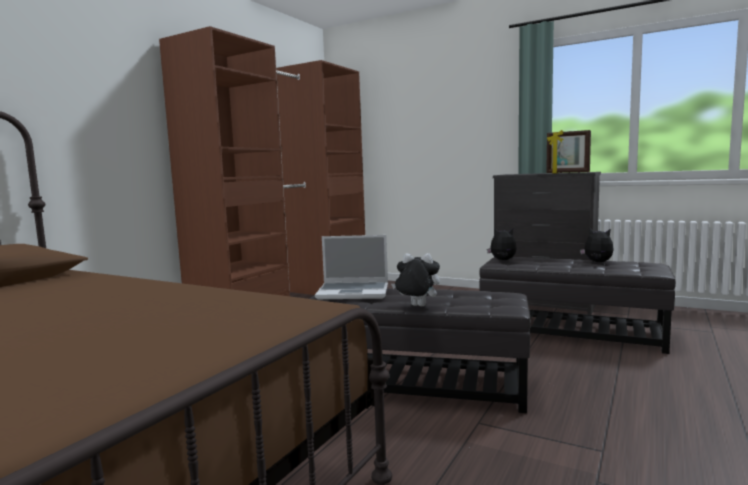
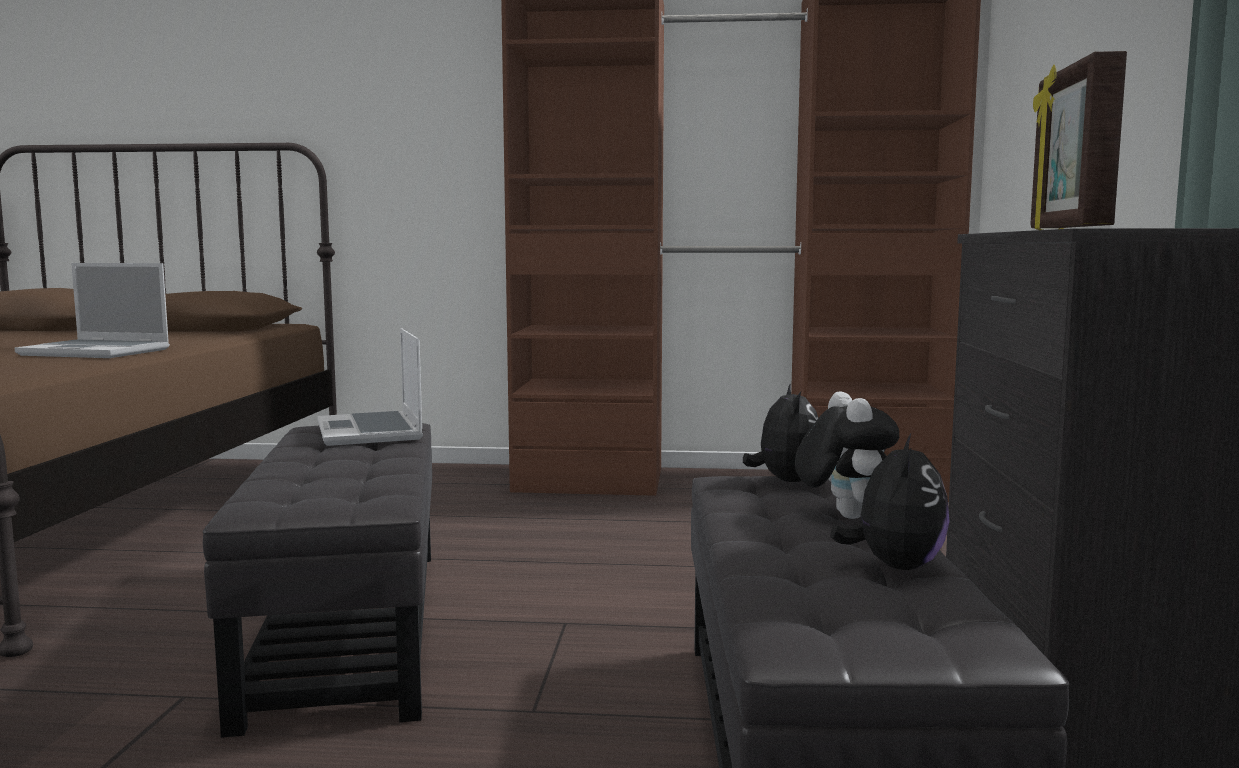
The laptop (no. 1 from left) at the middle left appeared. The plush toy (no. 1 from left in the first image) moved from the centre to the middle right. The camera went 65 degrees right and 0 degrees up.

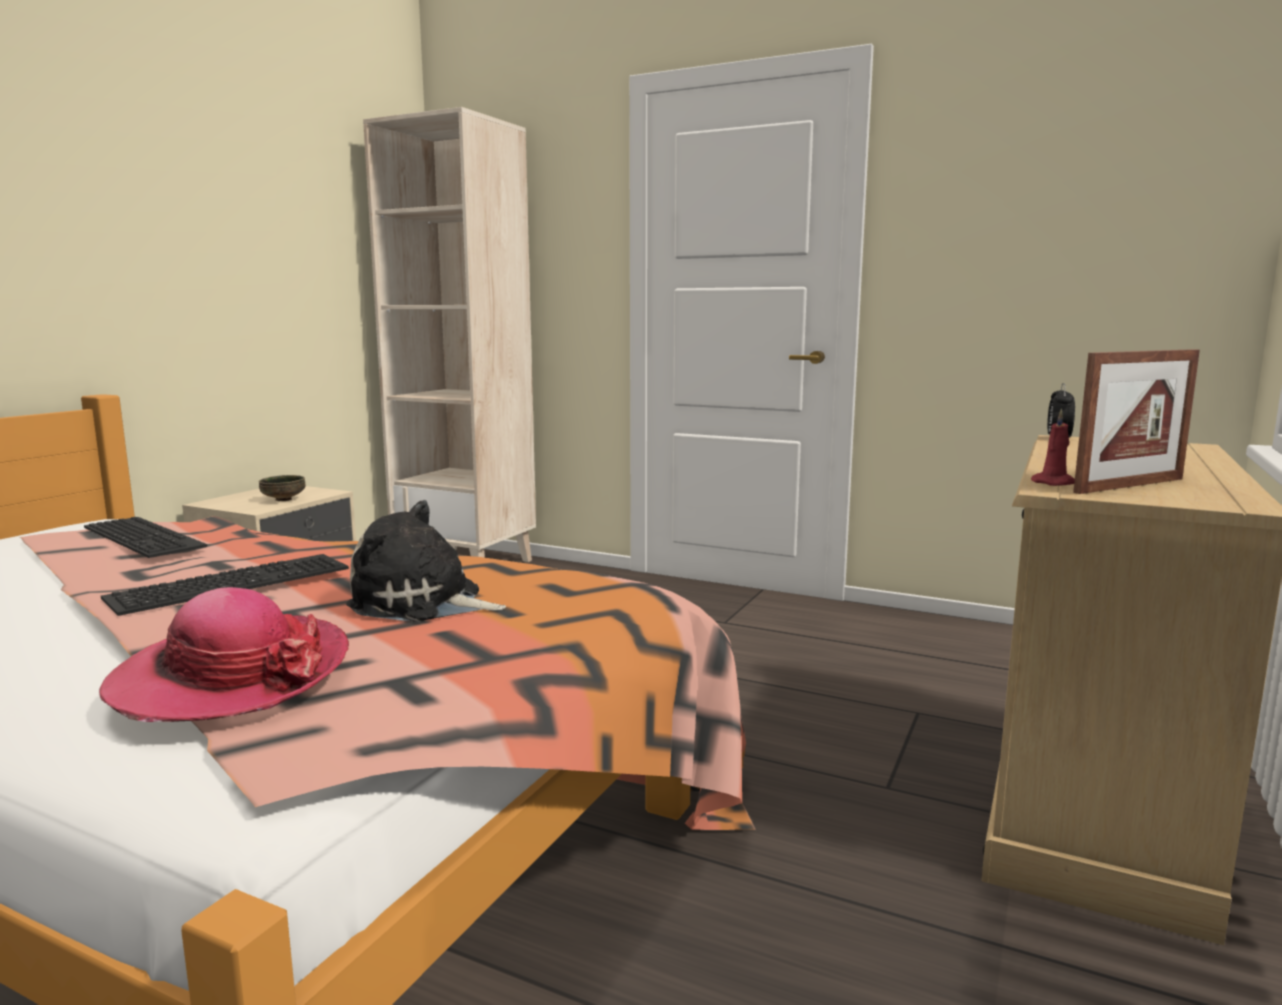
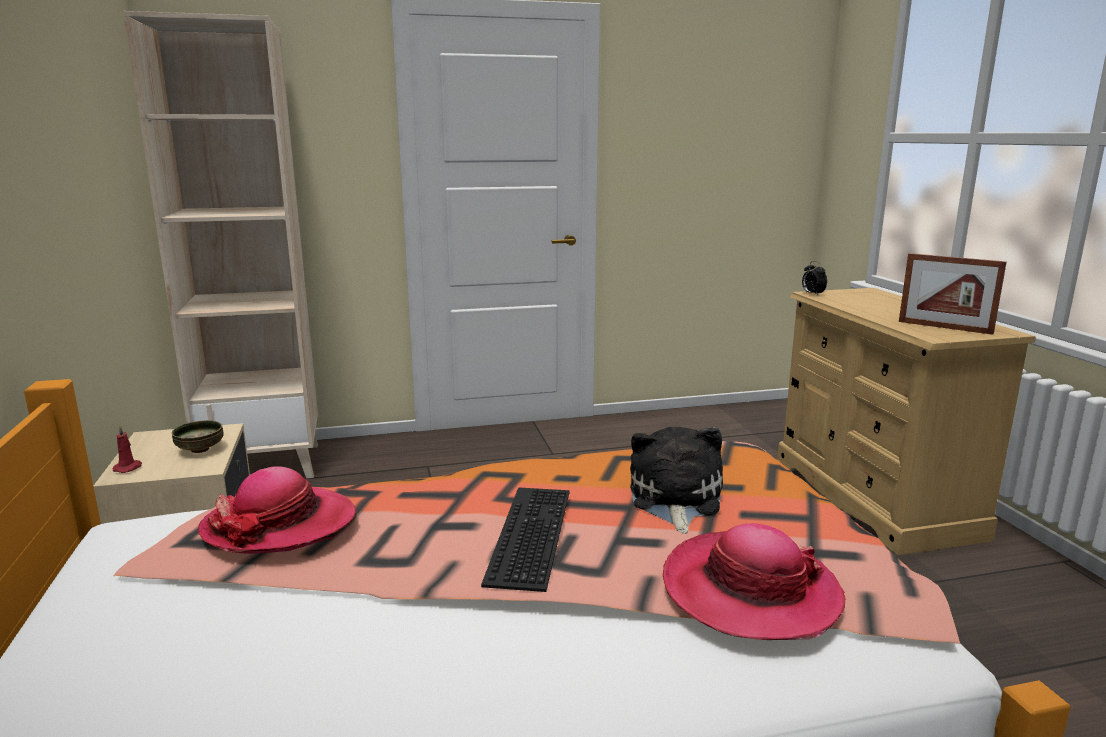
The candle (red) moved from the middle right to the middle left. The keyboard (no. 1 from left) at the middle left was replaced by the hat (no. 1 from left) at the bottom left. The plush toy at the middle left turned 120 degrees clockwise. The picture frame at the middle right turned 105 degrees clockwise. The camera went 40 degrees left and 5 degrees up.

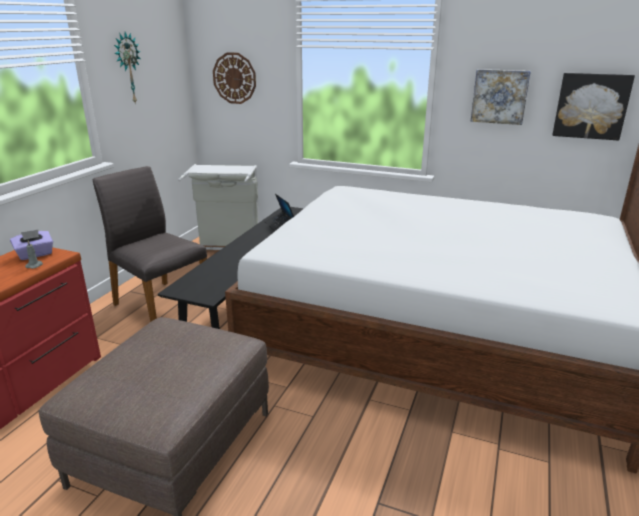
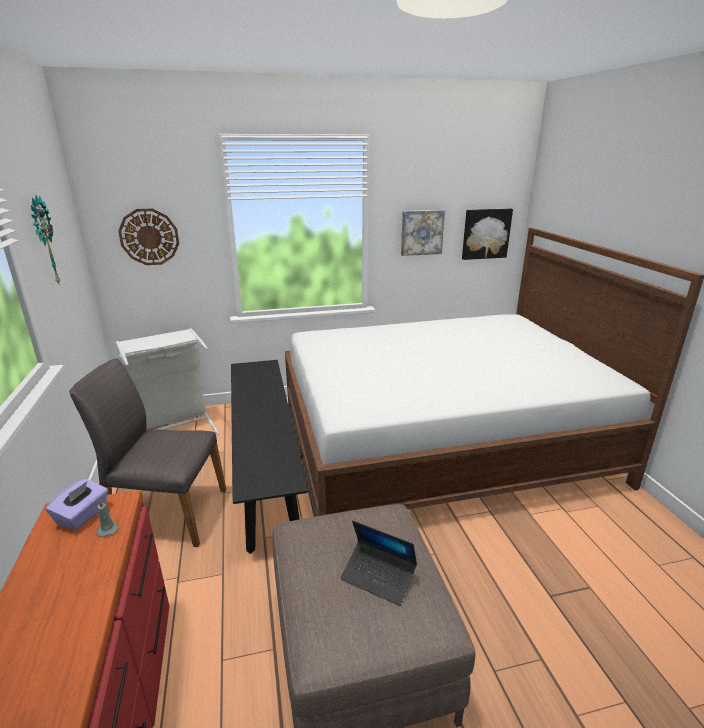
The laptop moved from the centre to the bottom centre. The camera went 35 degrees left and 0 degrees up.

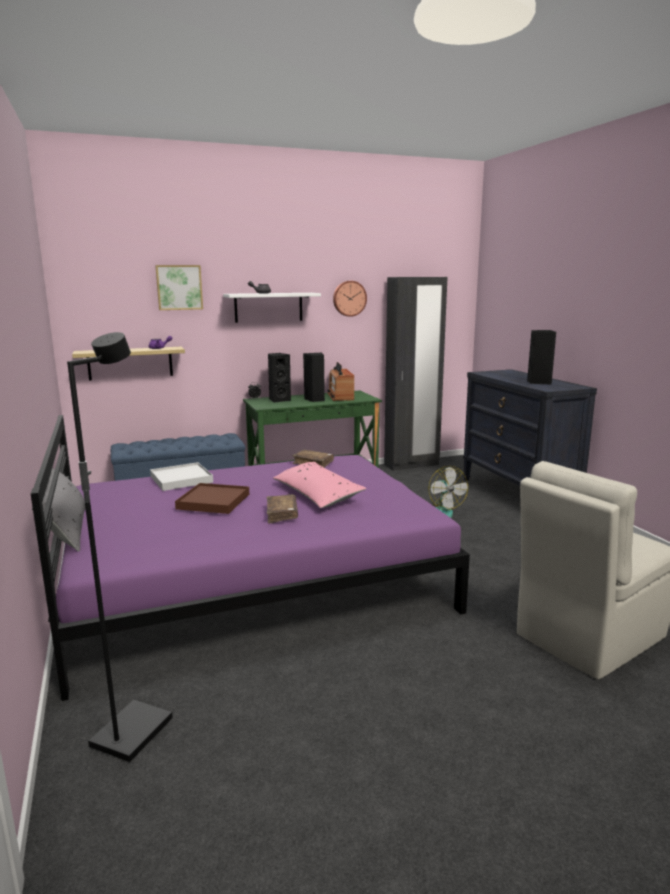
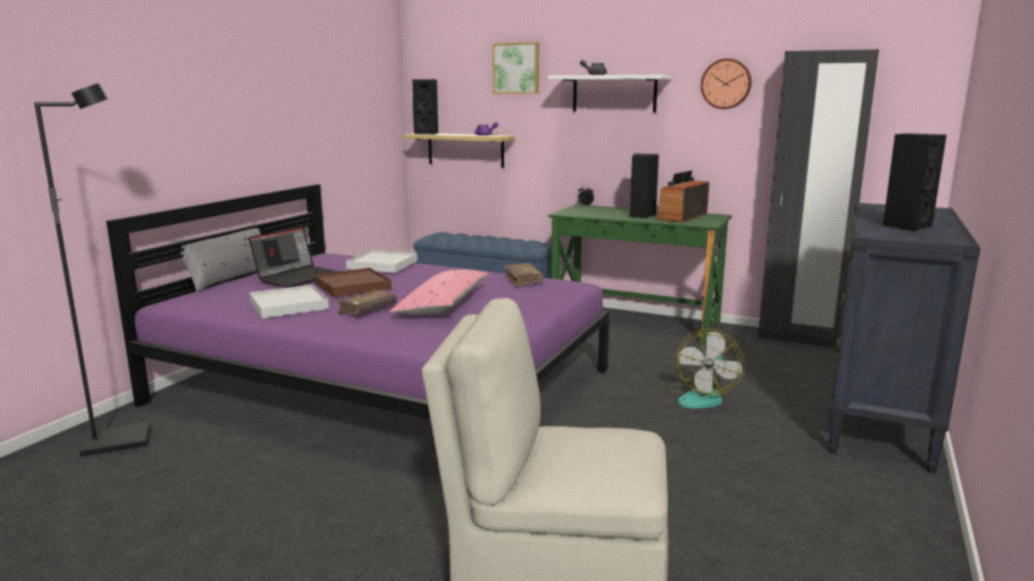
The laptop at the middle left appeared. The tray (white) (no. 1 from left) at the middle left appeared. The speaker (black) (no. 1 from left) moved from the centre to the top centre. The camera went 45 degrees right and 0 degrees up.

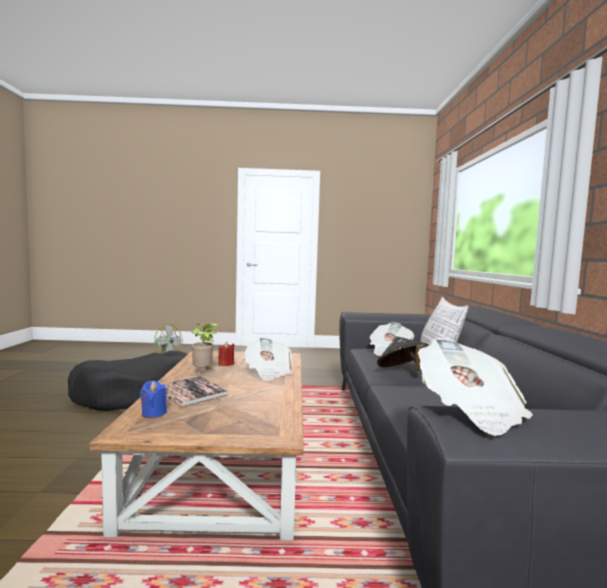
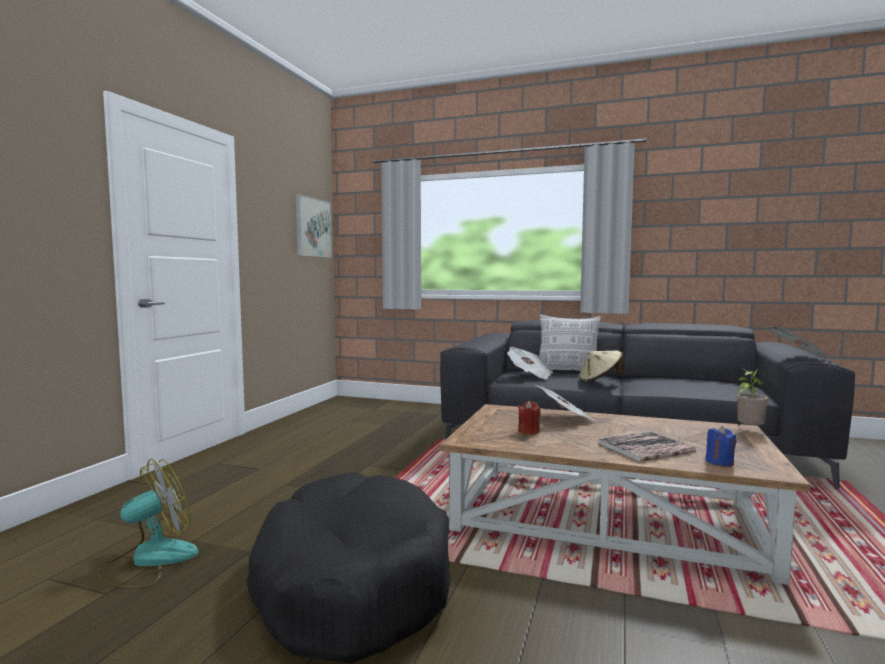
The picture at the centre appeared. The hat (black) at the centre became the hat (beige) at the middle right. The potted plant moved from the centre to the middle right. The camera went 70 degrees left and 0 degrees up.

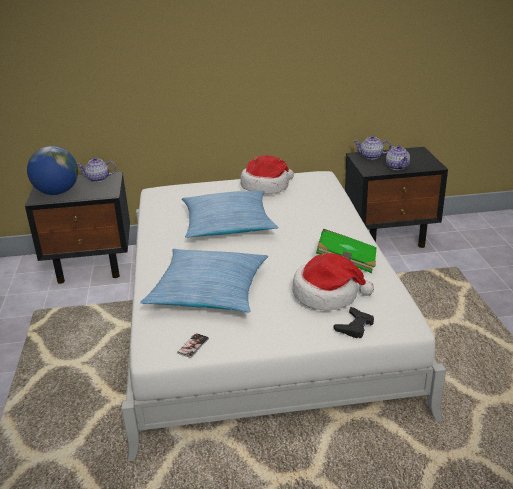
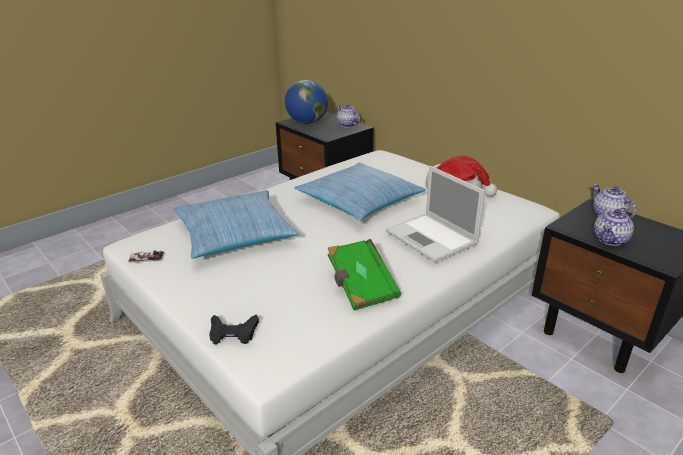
The laptop at the centre appeared. The hat (no. 2 from left) at the centre disappeared. The camera went 55 degrees right and 0 degrees up.

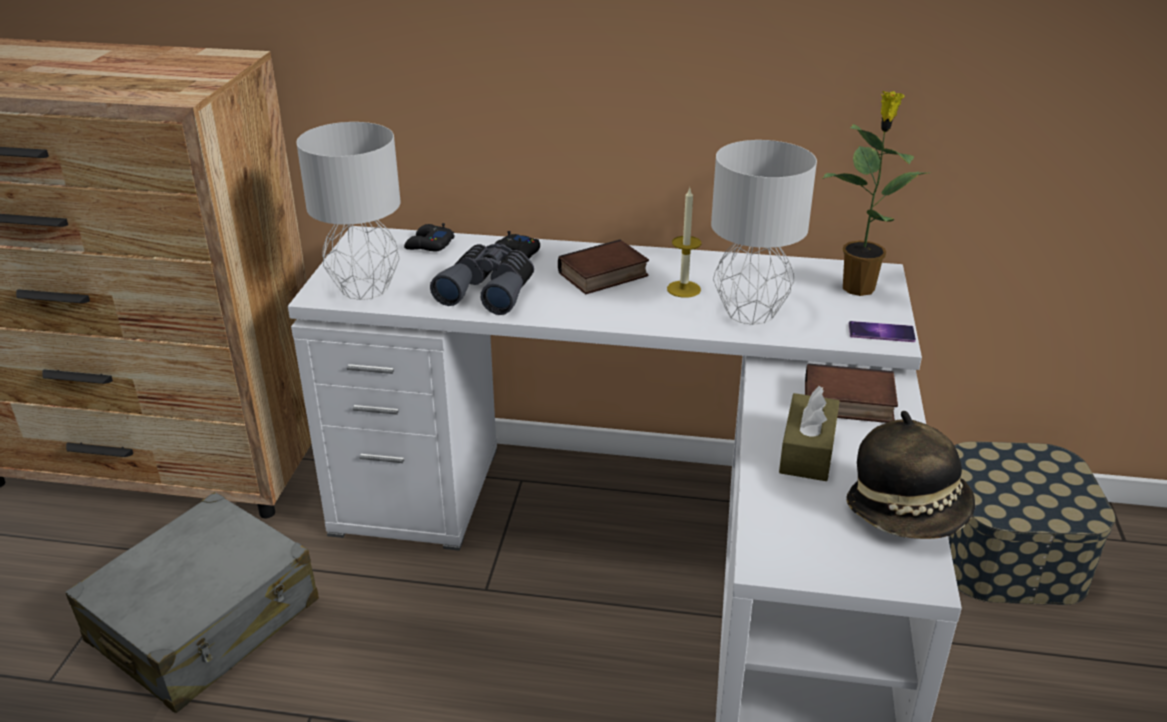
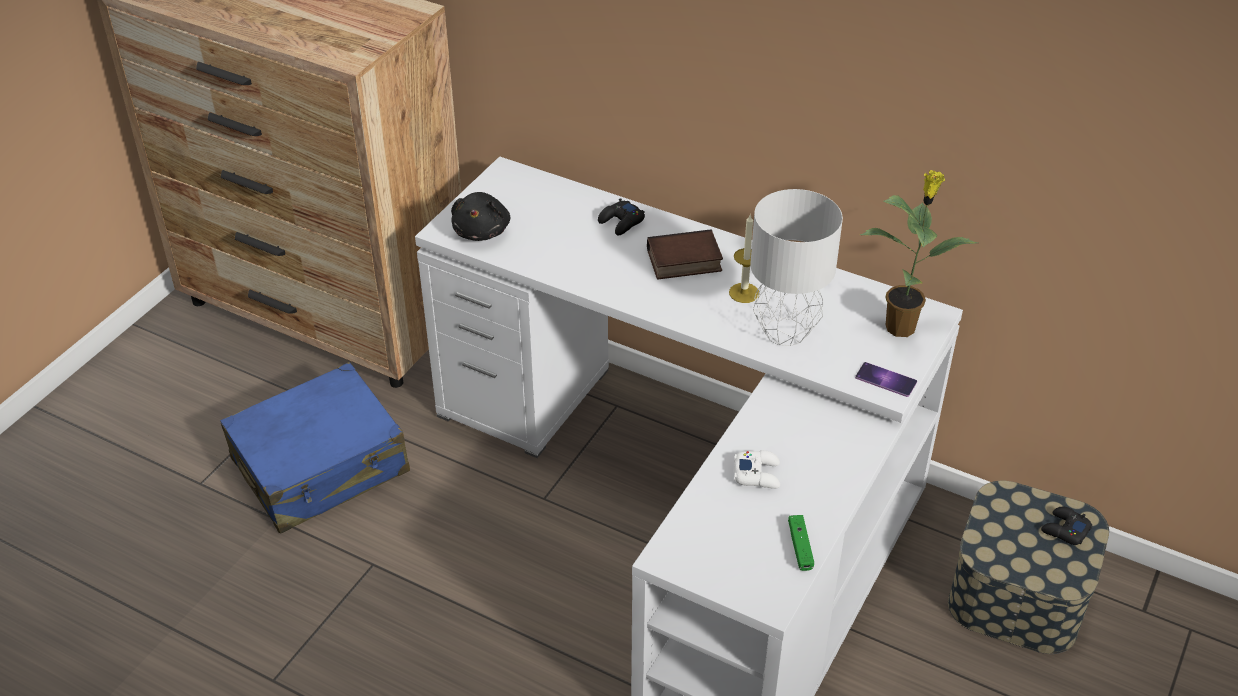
The suitcase (grey) at the bottom left became the suitcase (blue) at the middle left. The table lamp (grey) (no. 1 from left) at the top left was replaced by the plush toy (black) at the top centre. The tissue box (brown) at the middle right was replaced by the game controller (white) at the bottom centre. The hat at the middle right was replaced by the game controller (green) at the bottom centre. The game controller (black) (no. 1 from left in the first image) moved from the top centre to the bottom right. The binoculars (grey) at the centre disappeared. The book (no. 2 from left) at the middle right disappeared. The camera went 20 degrees right and 10 degrees up.

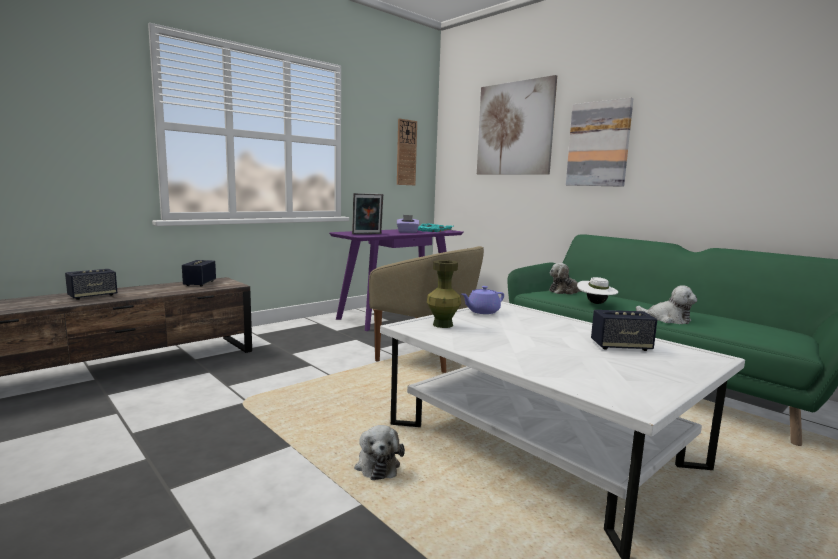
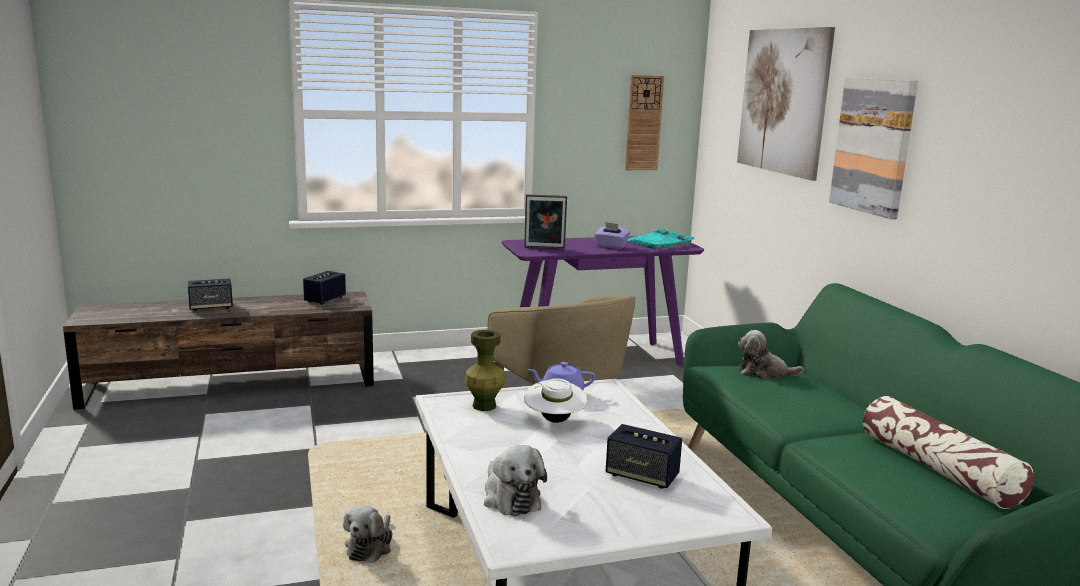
The plush toy (no. 3 from left in the first image) moved from the middle right to the bottom centre. The hat (white) moved from the middle right to the bottom centre. The pillow at the bottom right appeared. The camera went 25 degrees right and 5 degrees up.

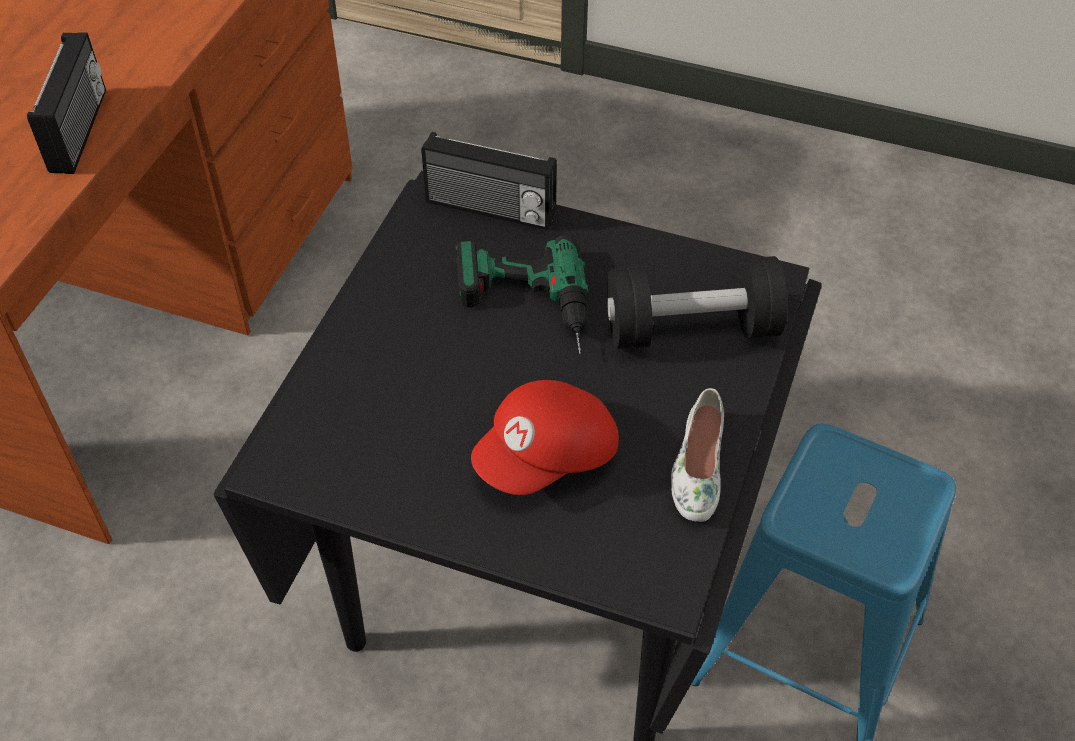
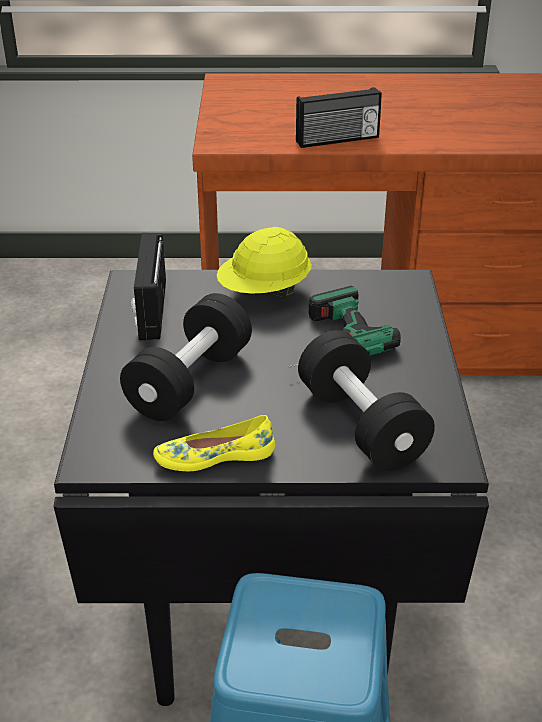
The cap (red) at the centre was replaced by the dumbbell (black) (no. 1 from left) at the centre. The radio (no. 2 from left in the first image) moved from the top centre to the middle left. The shoe (white) at the centre became the shoe (yellow) at the centre. The hard hat (yellow) at the centre appeared. The camera went 70 degrees right and 15 degrees down.

